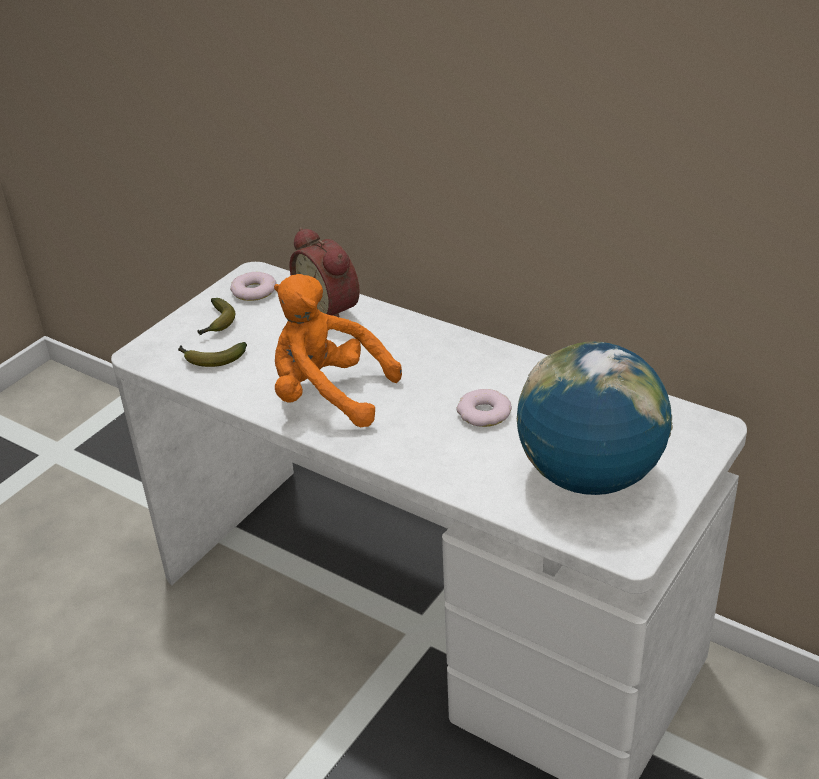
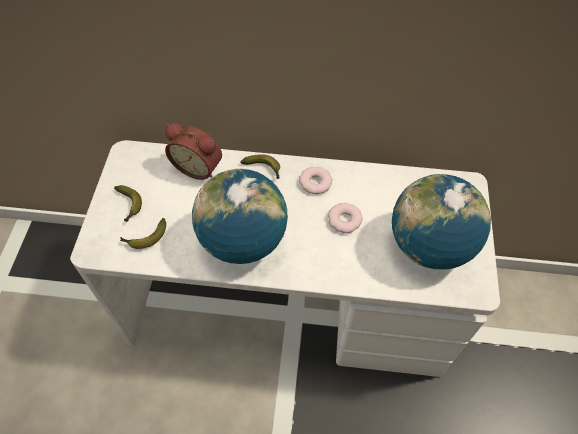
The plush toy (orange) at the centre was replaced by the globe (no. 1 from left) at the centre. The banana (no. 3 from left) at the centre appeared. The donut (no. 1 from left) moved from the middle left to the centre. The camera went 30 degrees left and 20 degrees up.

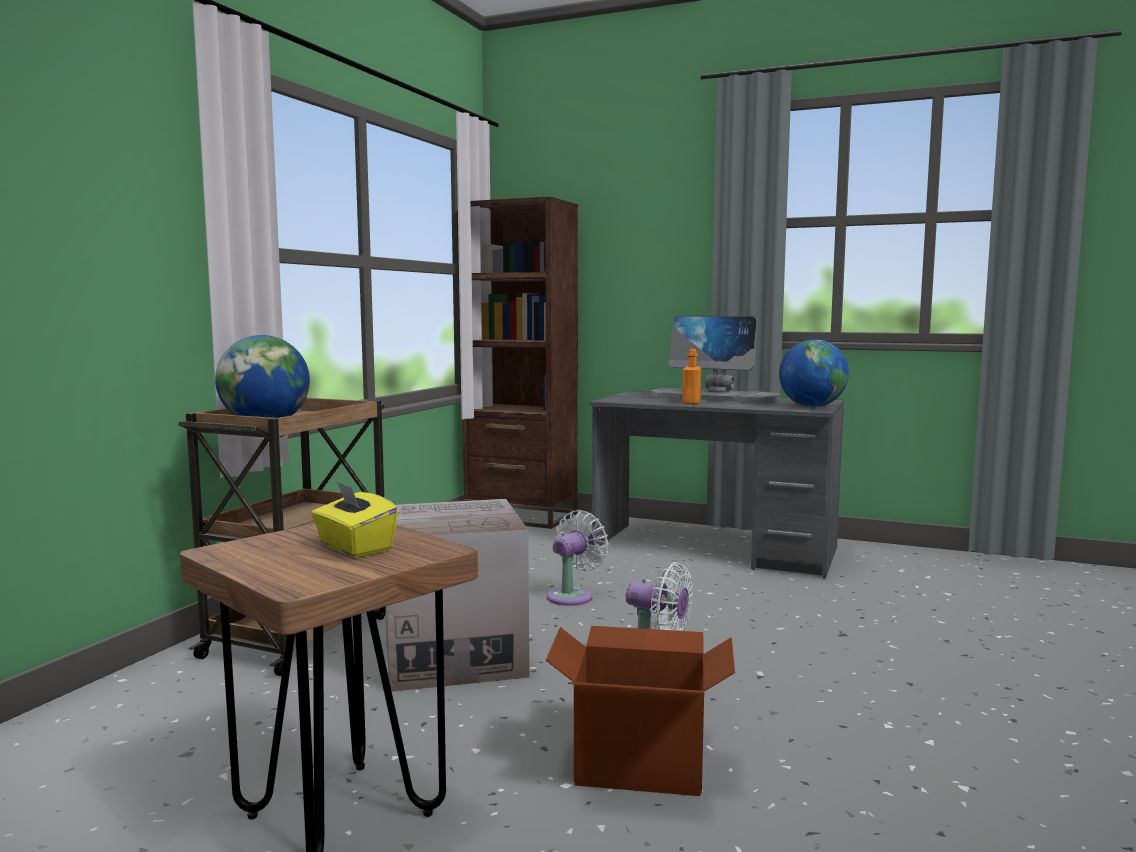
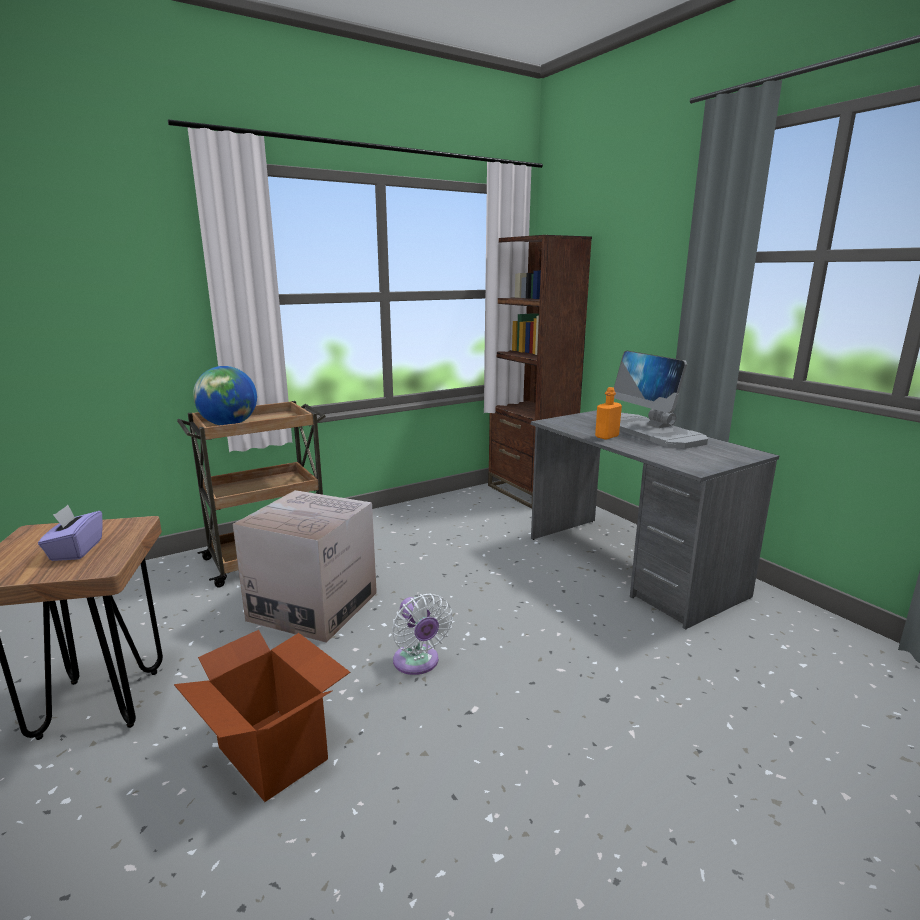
The tissue box (yellow) at the middle left became the tissue box (purple) at the middle left. The fan (white) (no. 1 from left) at the centre disappeared. The globe (no. 2 from left) at the middle right disappeared. The camera went 35 degrees right and 10 degrees up.

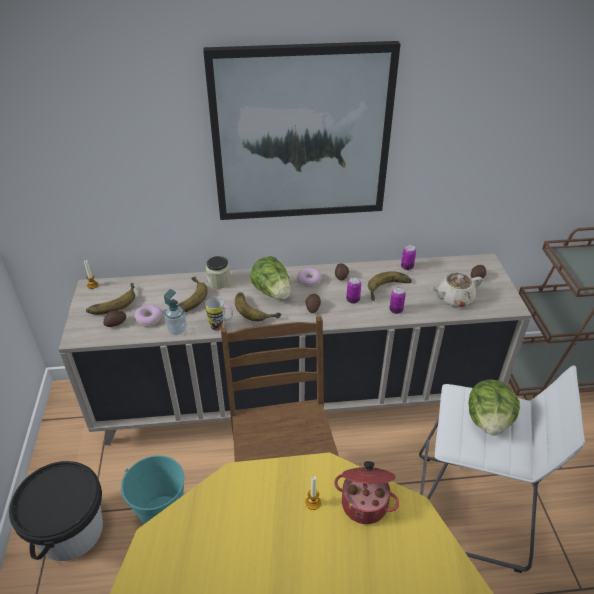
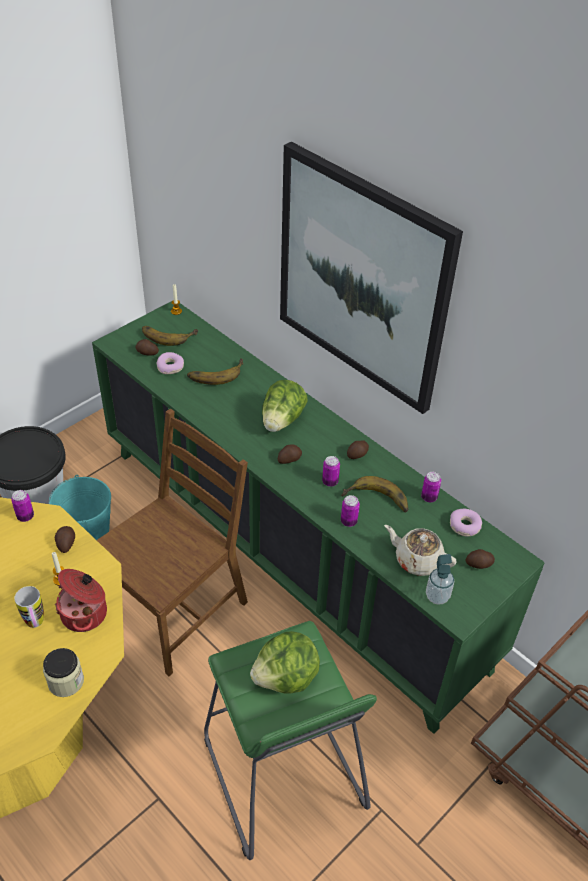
The can (no. 1 from left) at the middle left appeared. The mug moved from the centre to the bottom left. The jar moved from the centre to the bottom left. The potato (no. 1 from left) at the middle left appeared. The cabinet (beige) at the centre became the cabinet (green) at the centre. The stool (white) at the bottom right became the stool (green) at the bottom centre. The soap dispenser moved from the middle left to the middle right. The donut (no. 2 from left) moved from the centre to the middle right. The banana (no. 3 from left) at the centre disappeared. The camera went 50 degrees right and 5 degrees up.

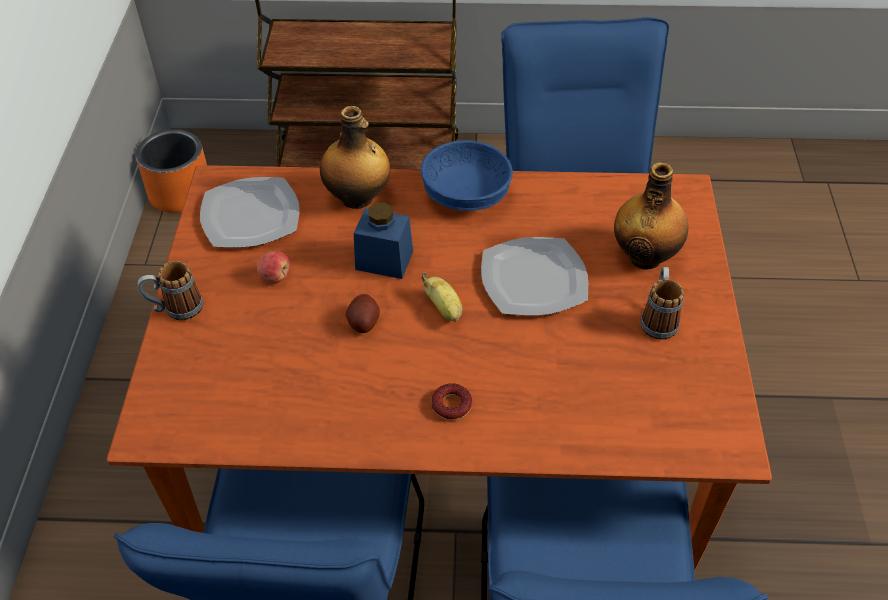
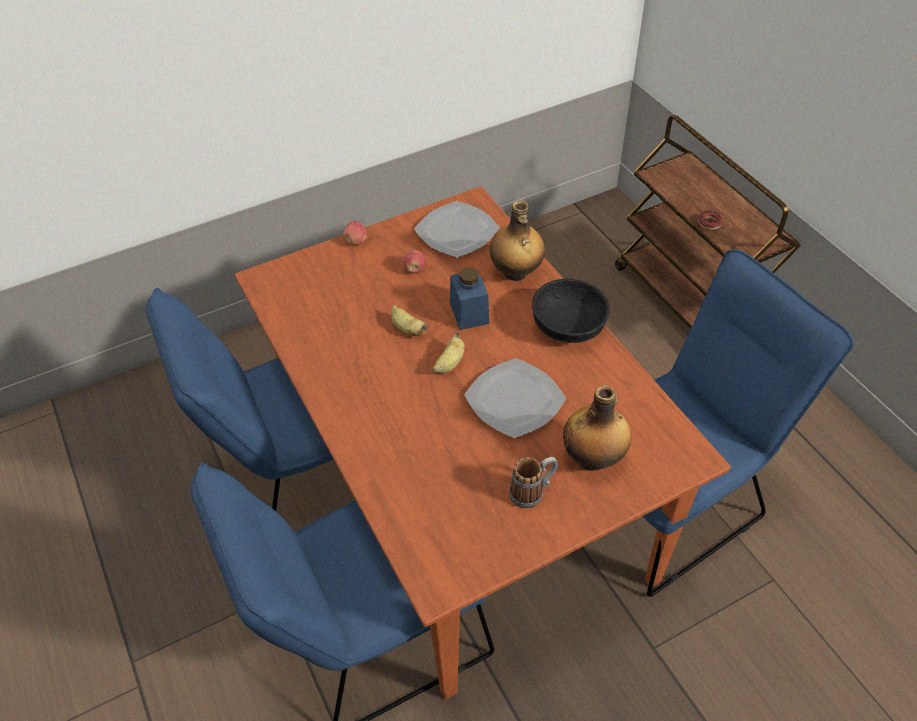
The mug (no. 1 from left) at the middle left was replaced by the apple (no. 1 from left) at the top centre. The potato at the centre was replaced by the banana (no. 1 from left) at the centre. The bowl (blue) at the top centre became the bowl (black) at the centre. The donut moved from the bottom centre to the top right. The planter (orange) at the top left disappeared. The camera went 60 degrees right and 0 degrees up.

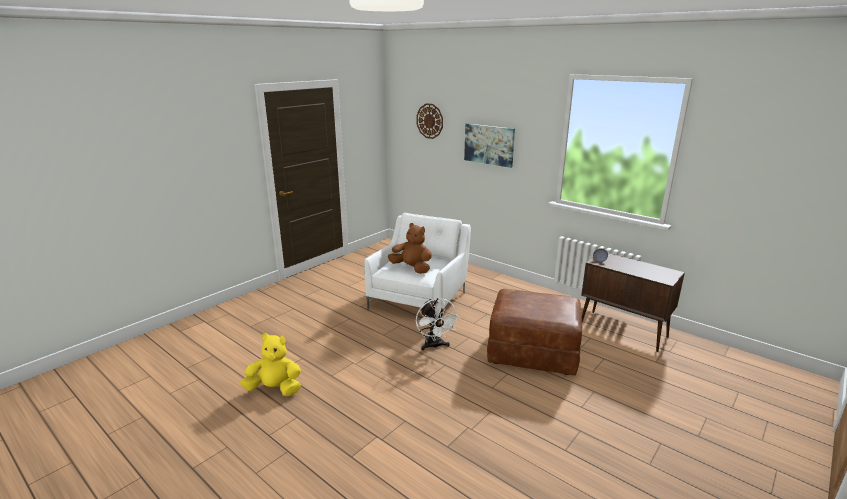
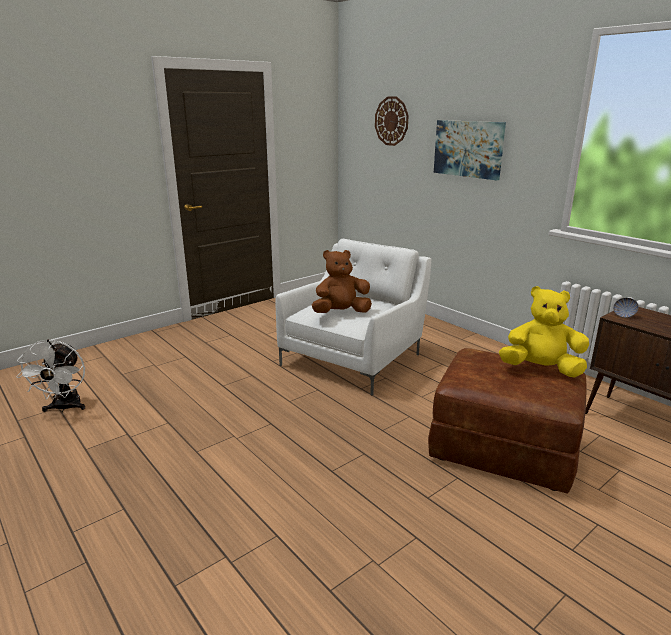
The fan (white) moved from the centre to the middle left. The plush toy (brown) at the centre turned 60 degrees counterclockwise. The plush toy (yellow) moved from the bottom left to the middle right. The camera went 10 degrees right and 0 degrees up.

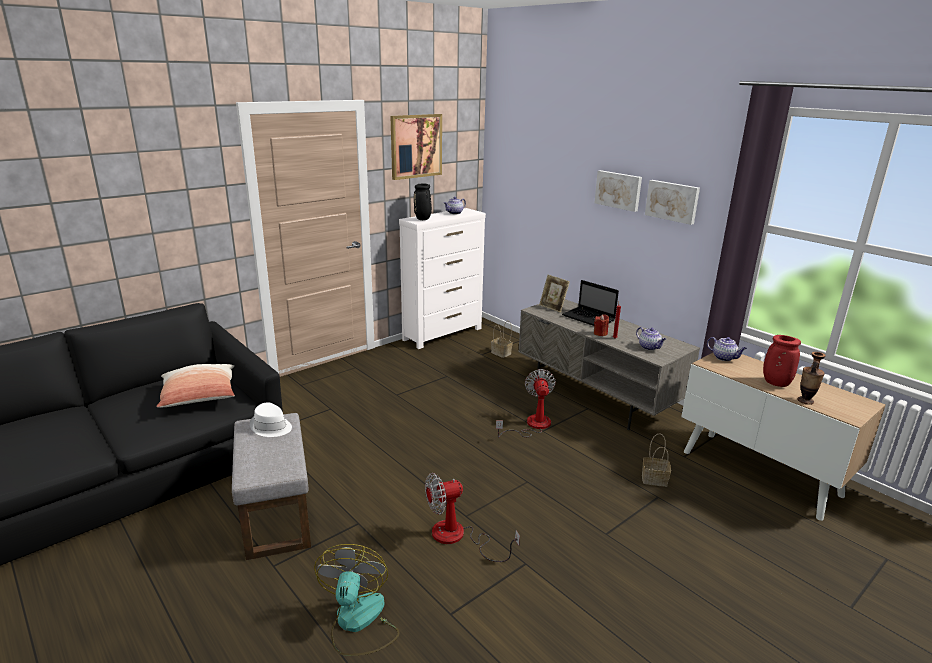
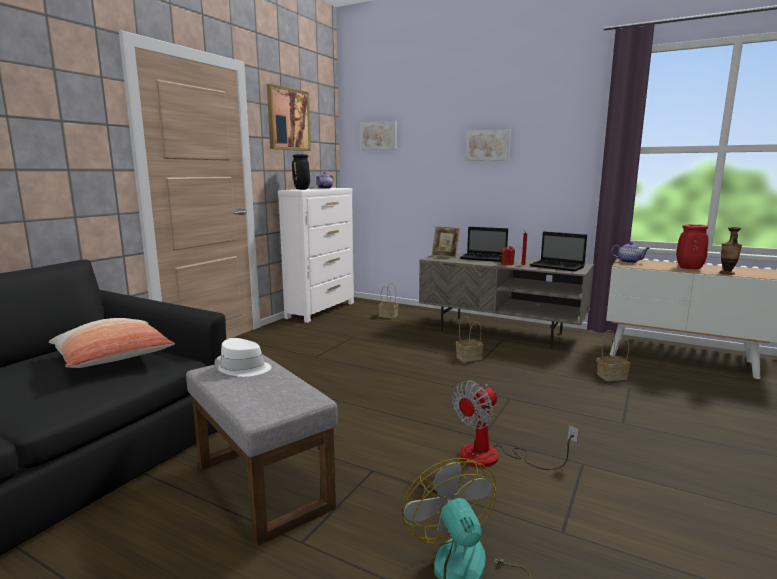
The picture (no. 3 from left in the first image) moved from the top right to the top centre. The fan (no. 3 from left) at the centre was replaced by the basket (no. 2 from left) at the centre. The teapot (no. 2 from left) at the middle right was replaced by the laptop (no. 2 from left) at the middle right. The camera went 20 degrees left and 10 degrees down.

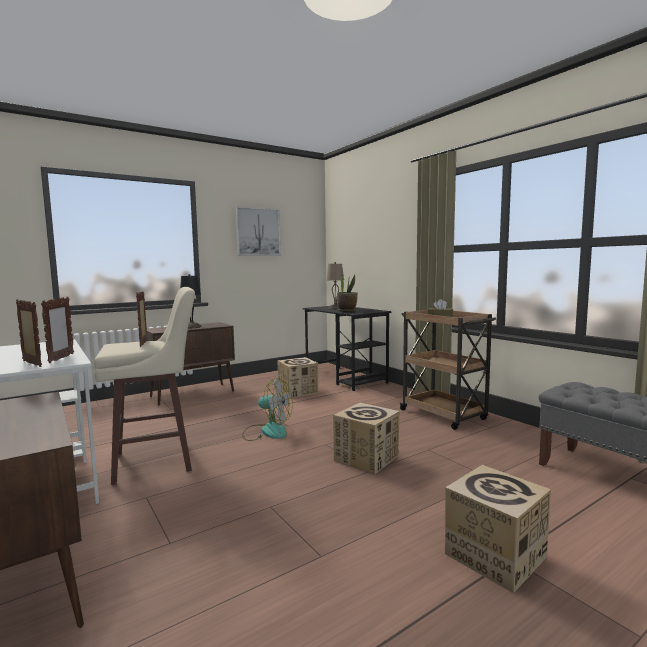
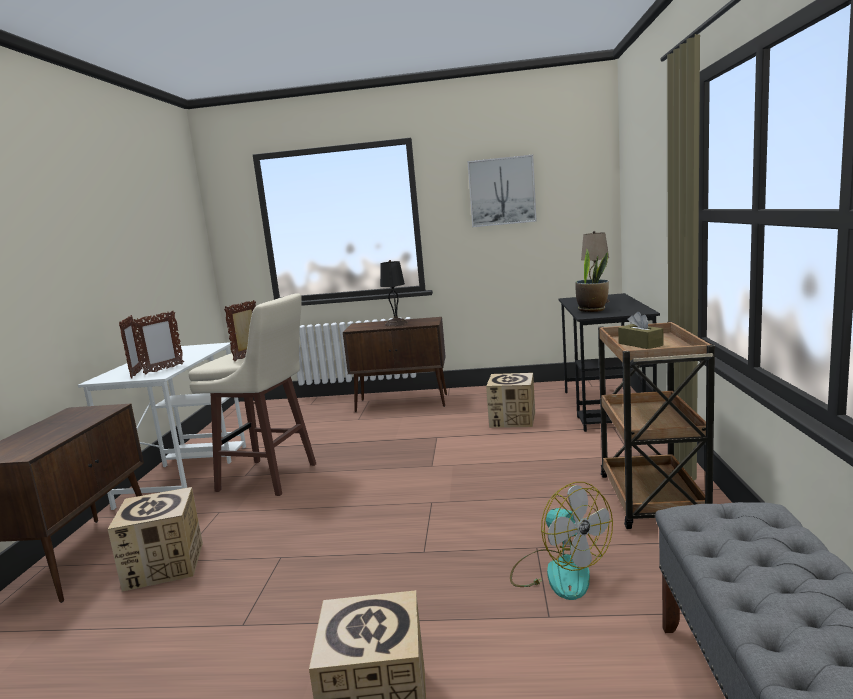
The cardboard box (no. 2 from left in the first image) moved from the bottom centre to the bottom left. The fan moved from the centre to the bottom centre. The camera went 40 degrees right and 5 degrees up.

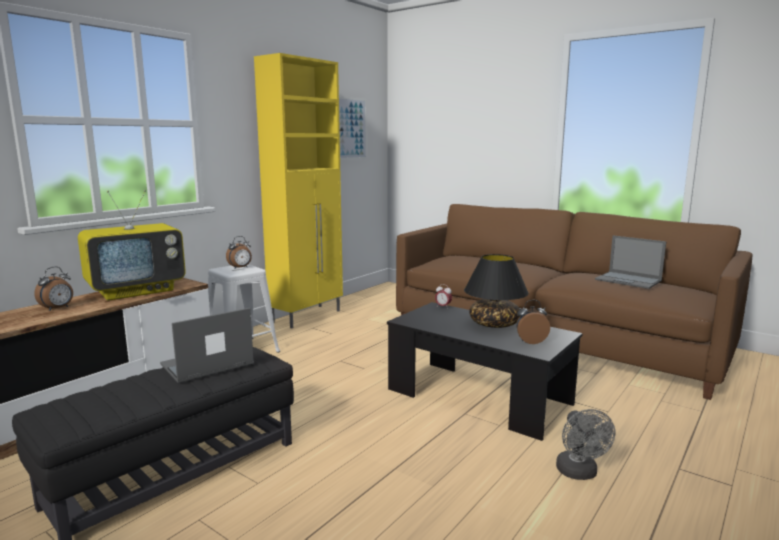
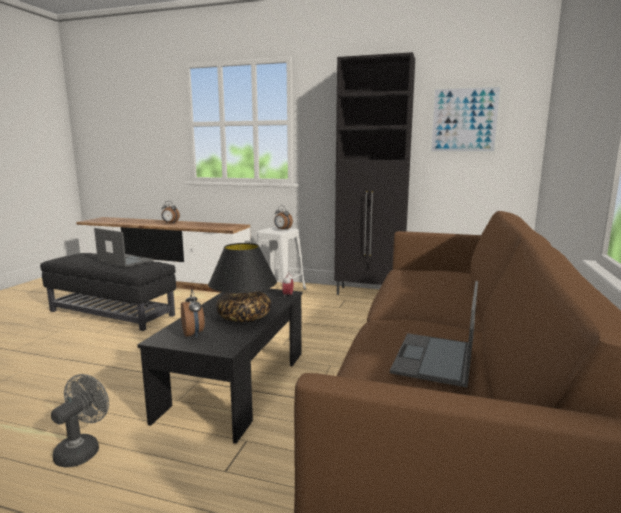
The fan (grey) at the bottom right turned 135 degrees clockwise. The cabinet (yellow) at the centre became the cabinet (black) at the centre. The television at the middle left disappeared. The camera went 70 degrees right and 0 degrees up.

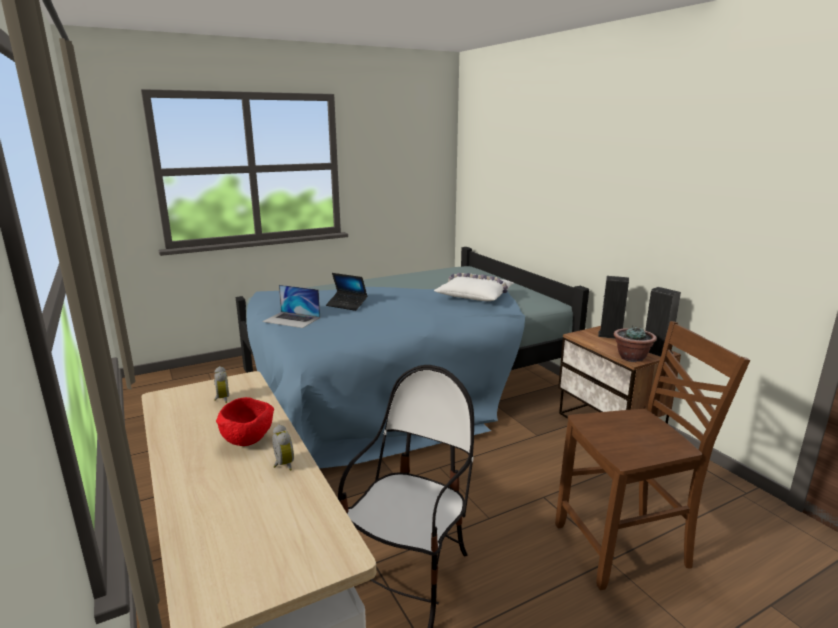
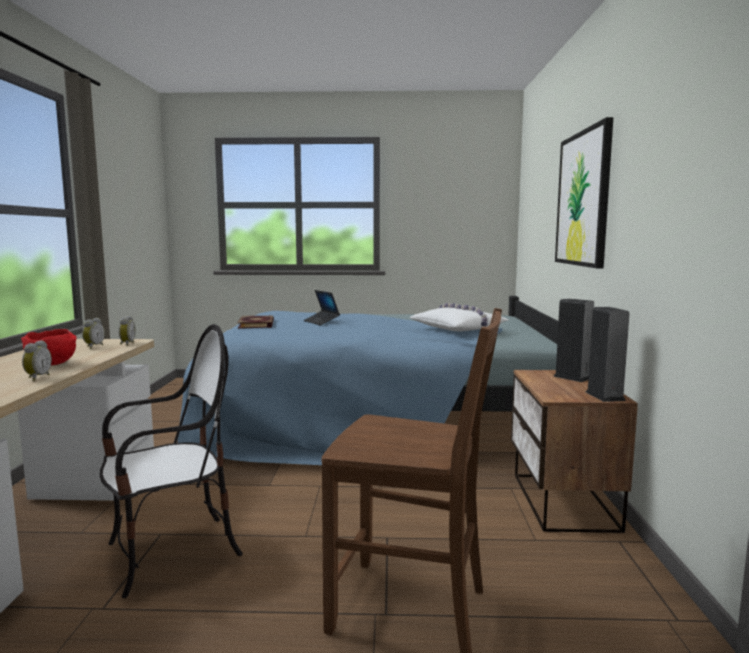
The alarm clock (no. 3 from left) at the middle left appeared. The laptop (no. 1 from left) at the centre was replaced by the book at the centre. The picture at the top right appeared. The potted plant at the middle right disappeared. The camera went 30 degrees right and 10 degrees down.

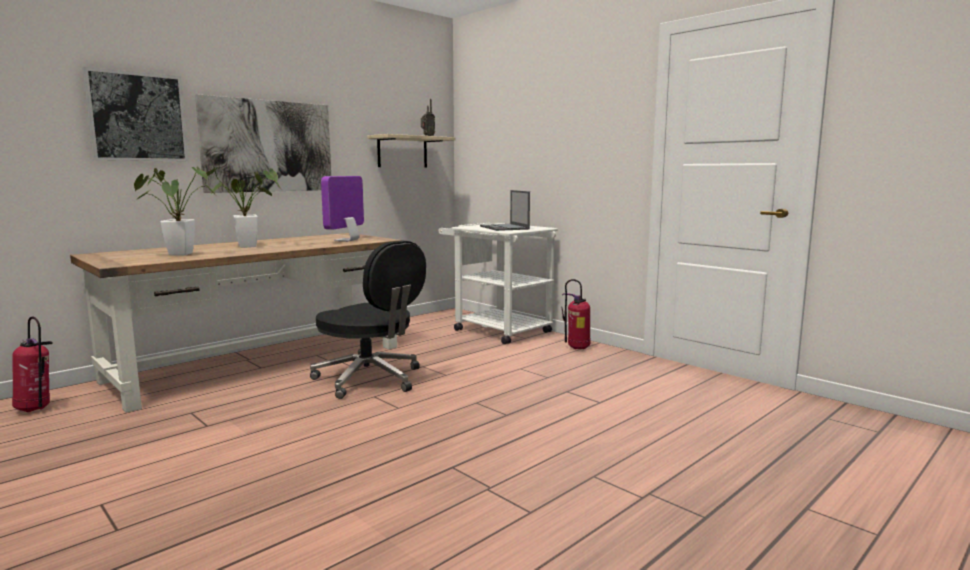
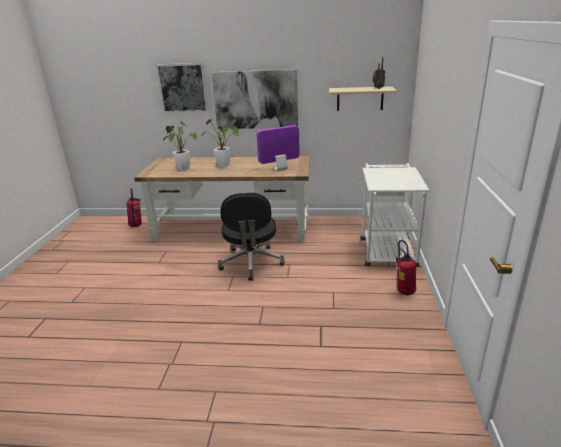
The laptop at the centre disappeared. The camera went 50 degrees right and 15 degrees up.

